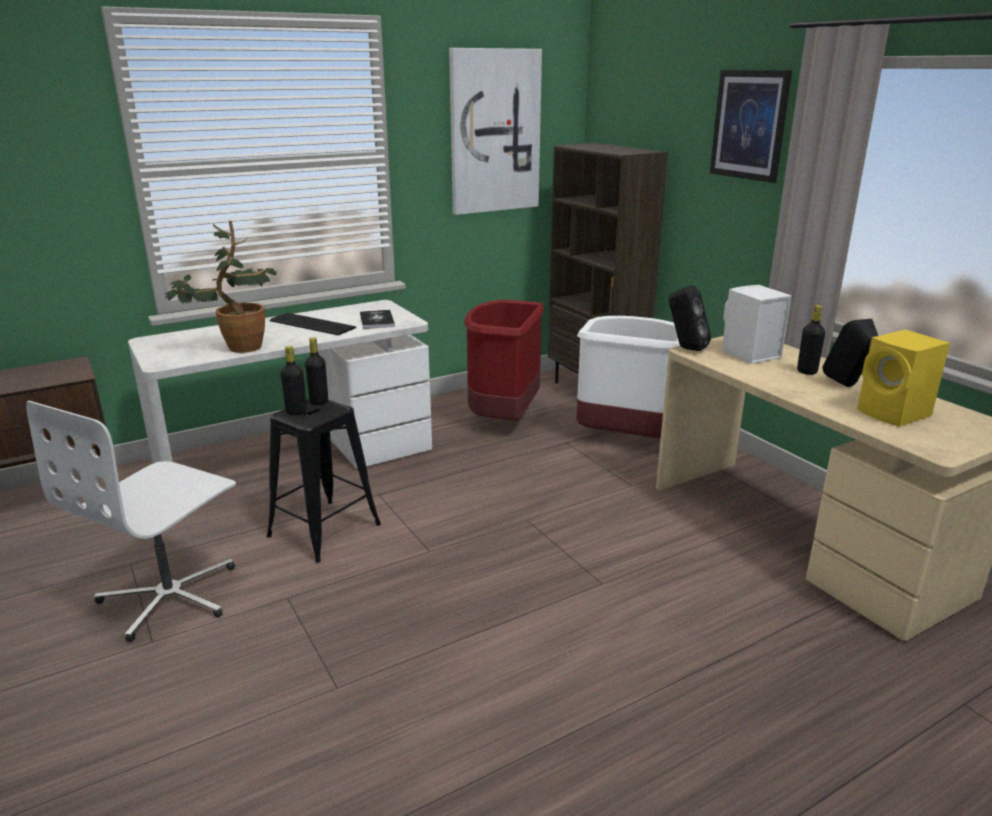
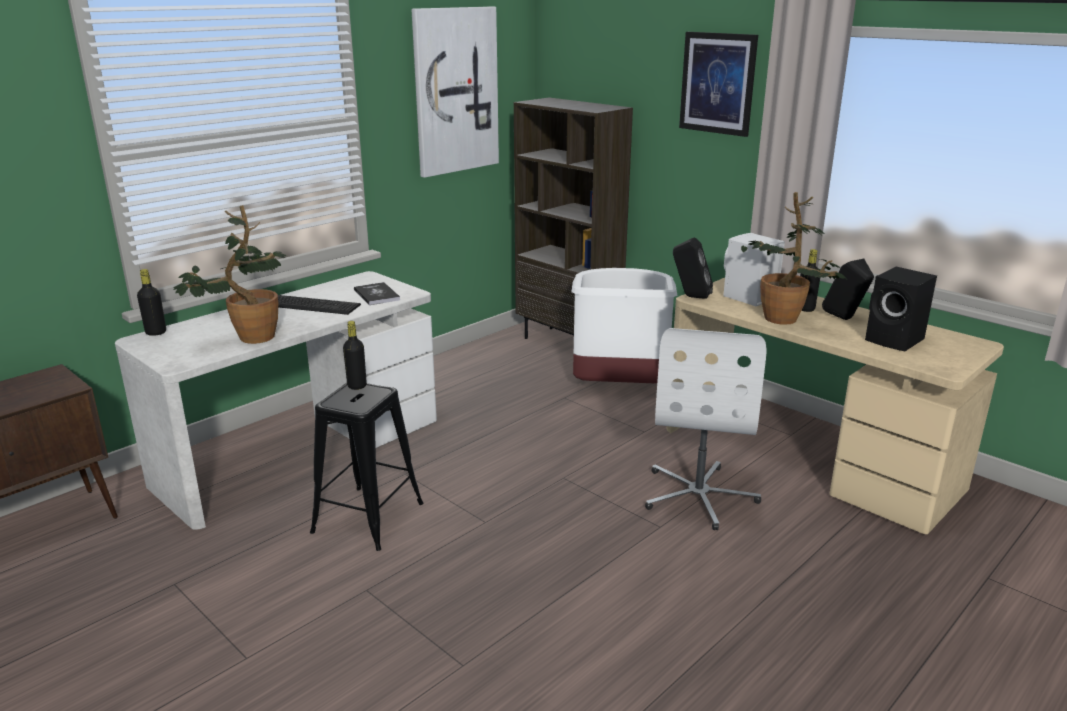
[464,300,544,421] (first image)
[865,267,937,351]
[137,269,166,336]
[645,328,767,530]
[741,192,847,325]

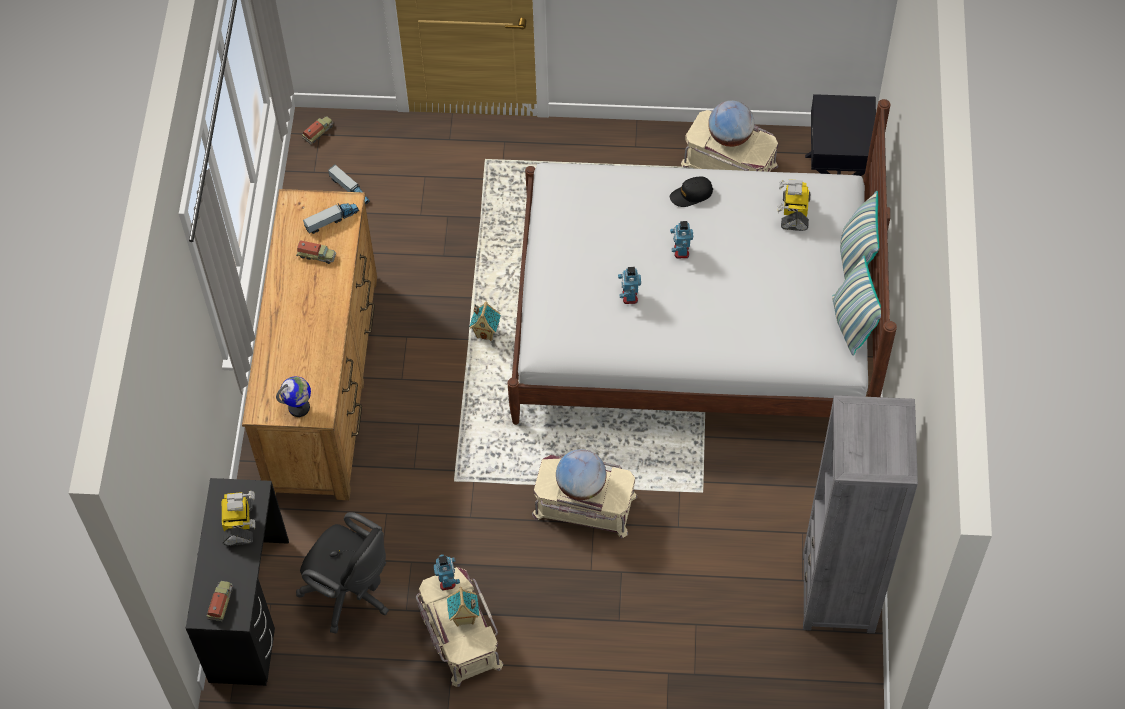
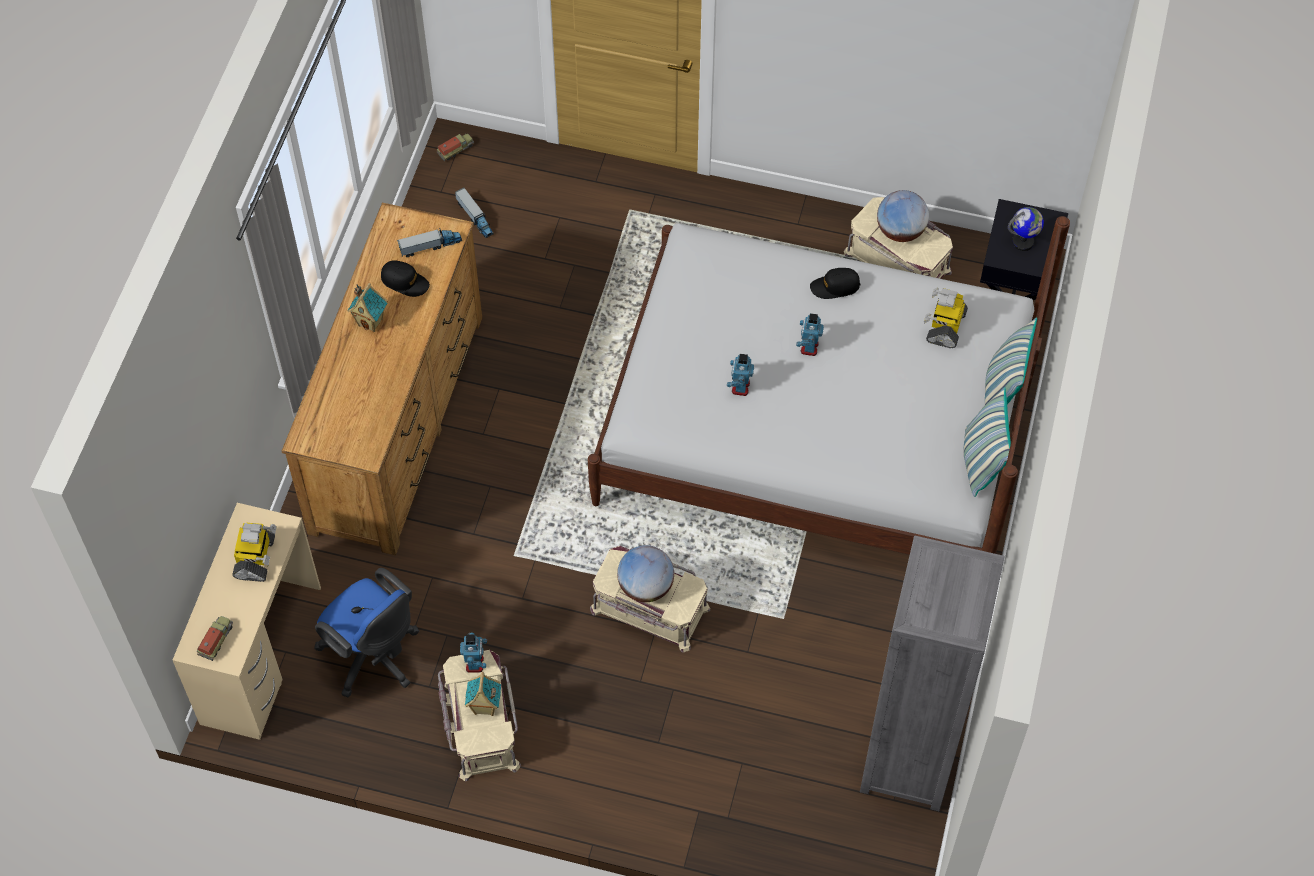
[381,260,430,297]
[347,283,388,332]
[1008,207,1044,251]
[173,503,321,740]
[314,568,419,698]

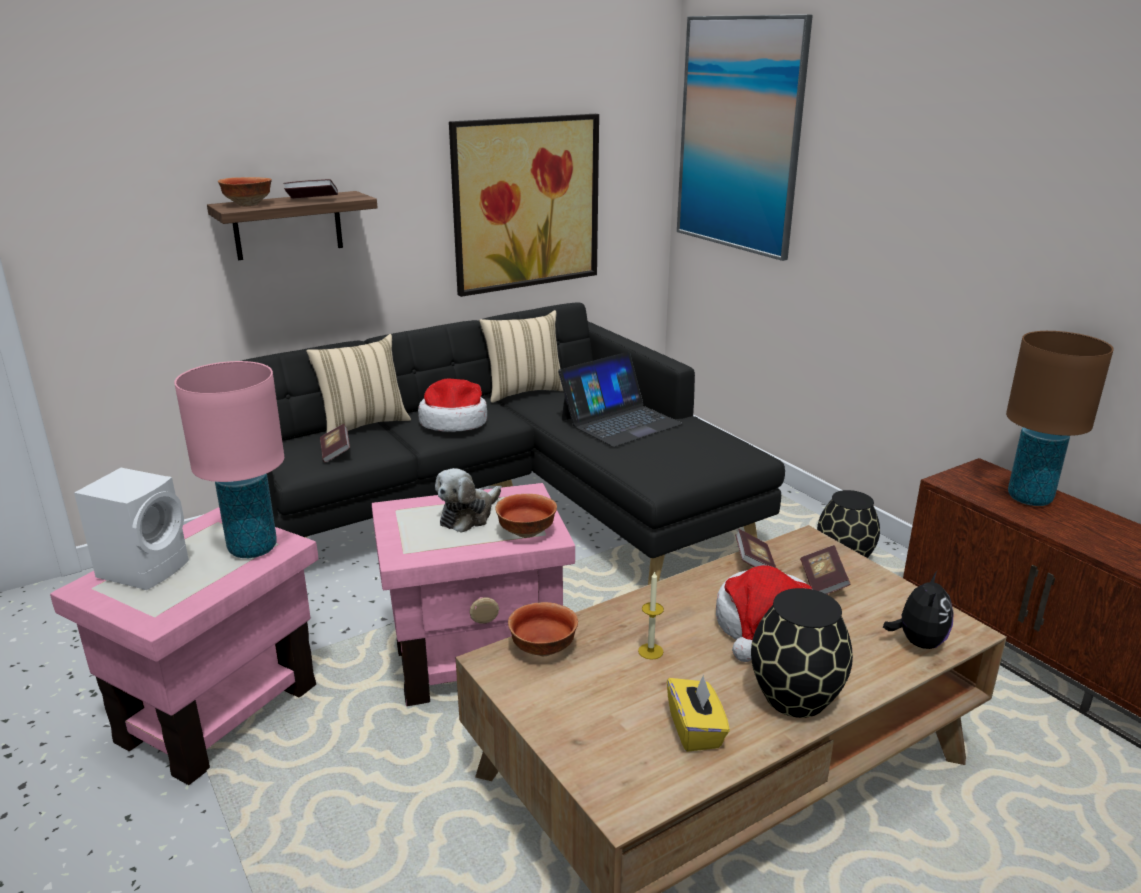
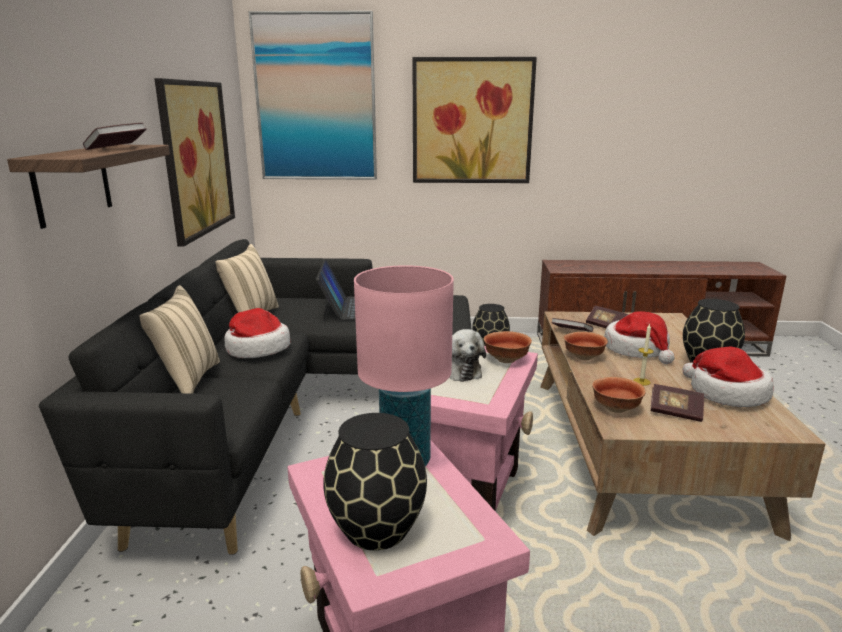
[564,332,608,360]
[1006,331,1114,506] (first image)
[650,384,704,422]
[323,413,427,550]
[883,571,954,649] (first image)
[683,346,773,407]
[413,57,537,183]

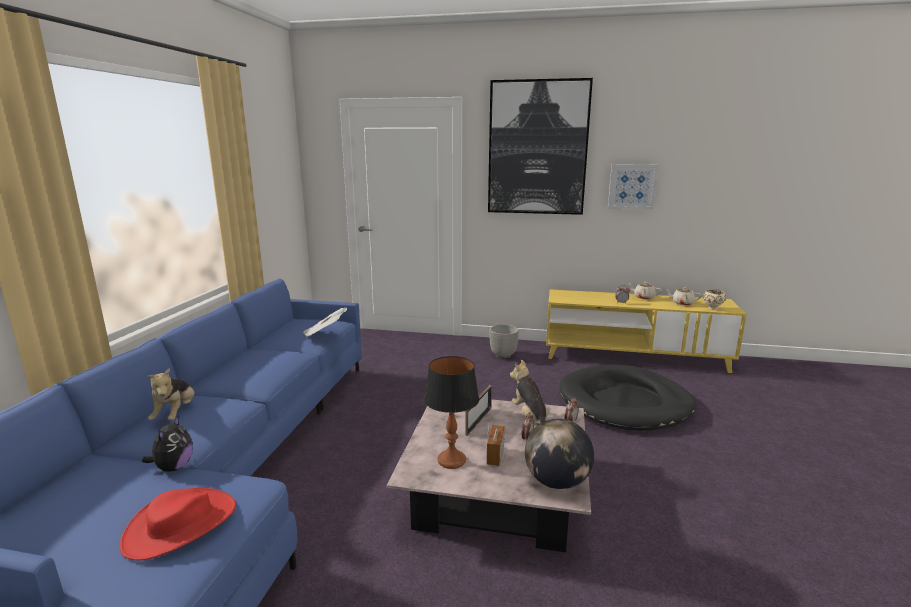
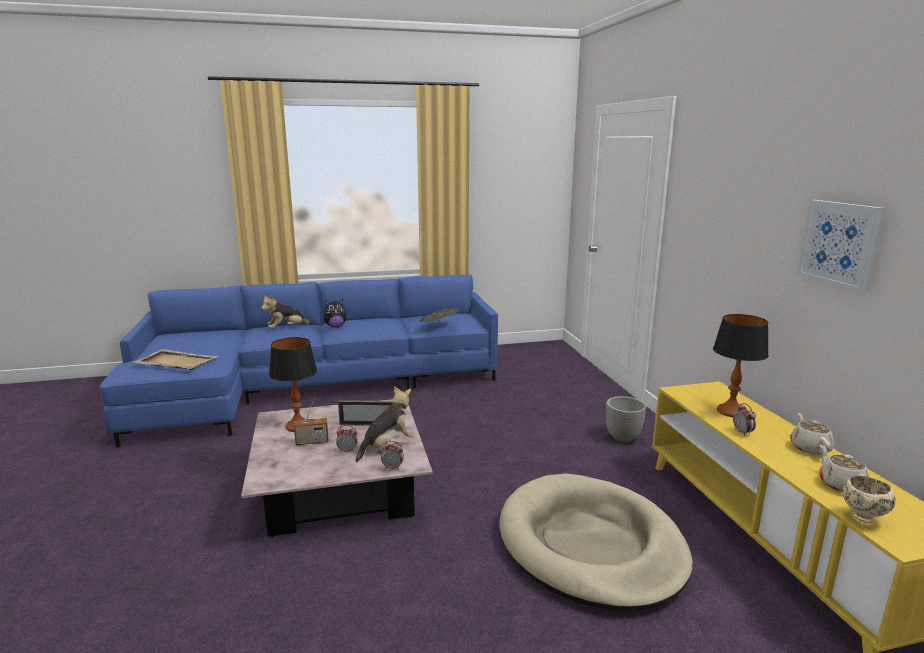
[488,78,593,215] (first image)
[499,473,693,611]
[324,299,347,327]
[525,419,594,490] (first image)
[132,349,218,370]
[713,314,769,417]

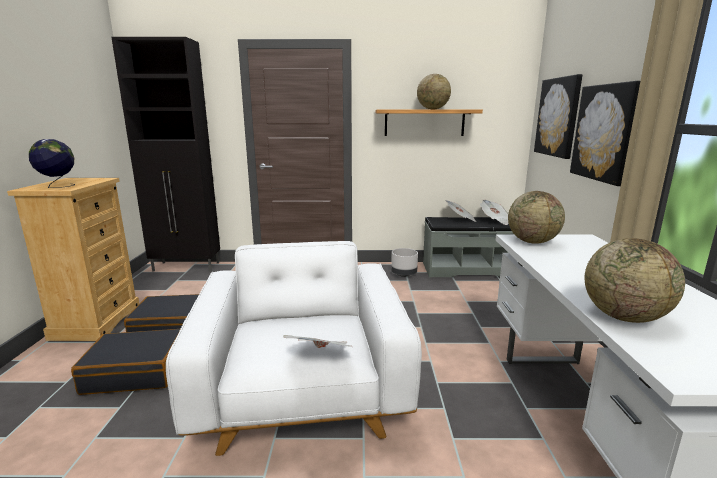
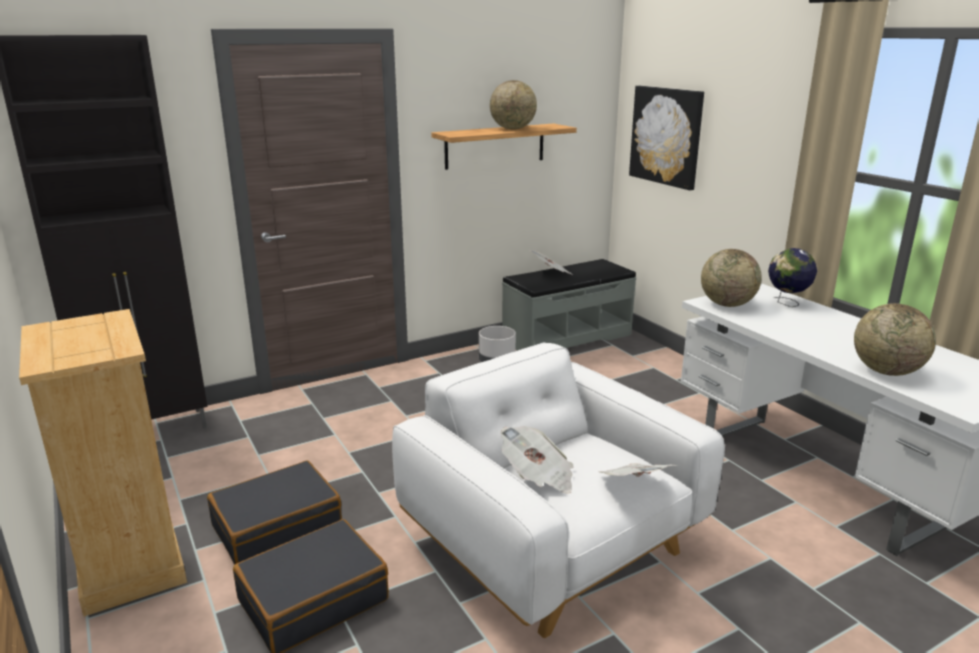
[570,81,640,186] (first image)
[768,248,817,307]
[501,426,574,494]

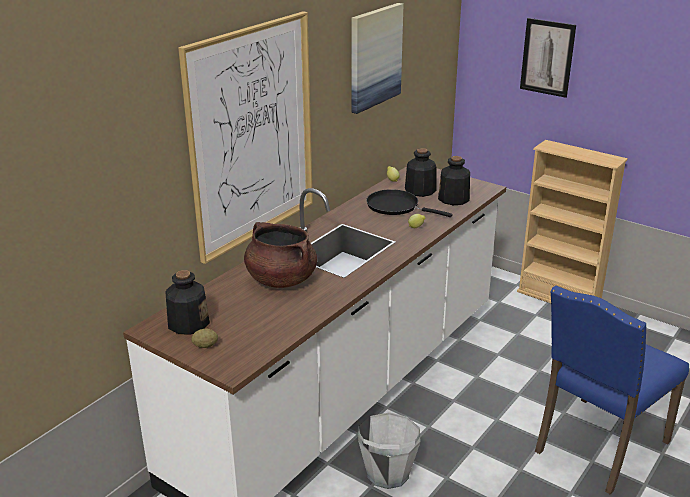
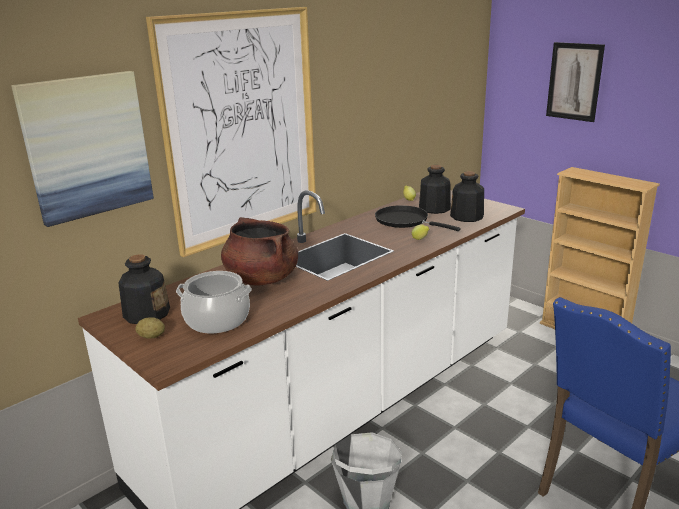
[11,71,154,227]
[176,271,252,334]

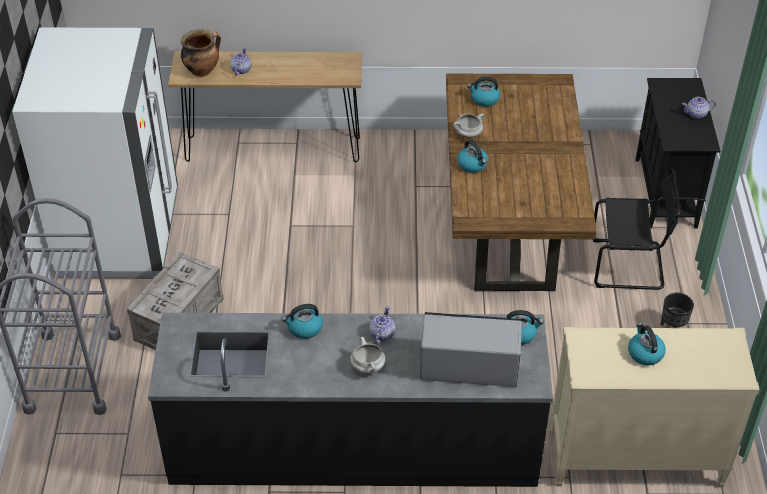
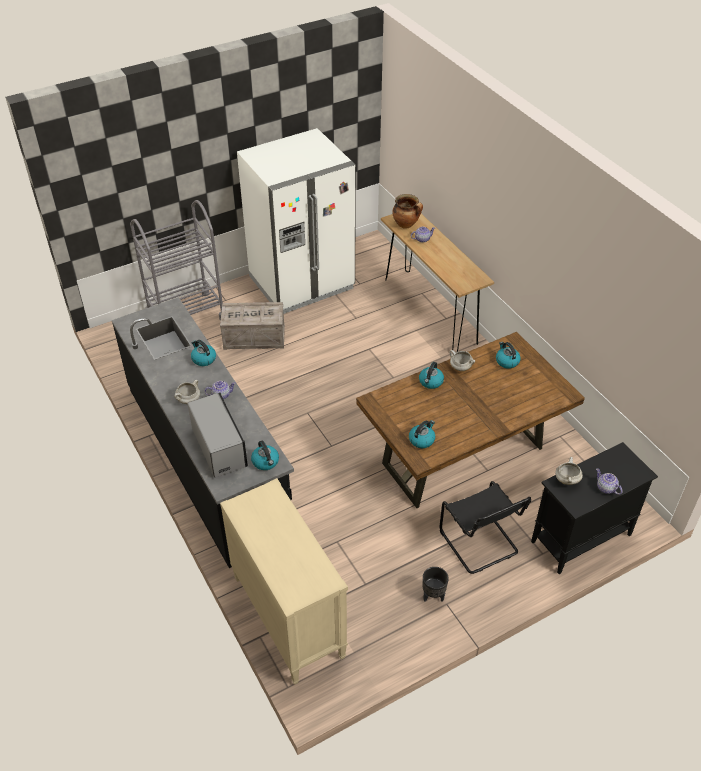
[409,420,435,448]
[555,457,583,485]

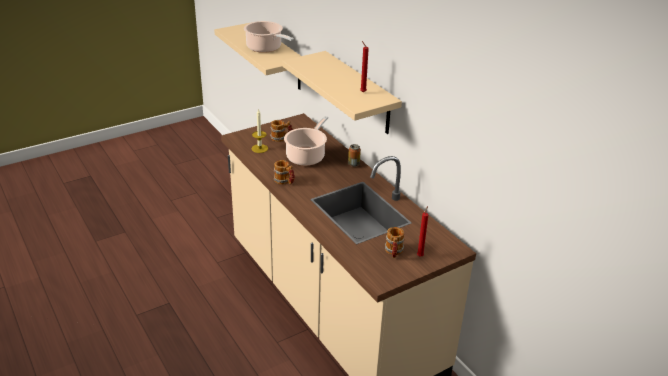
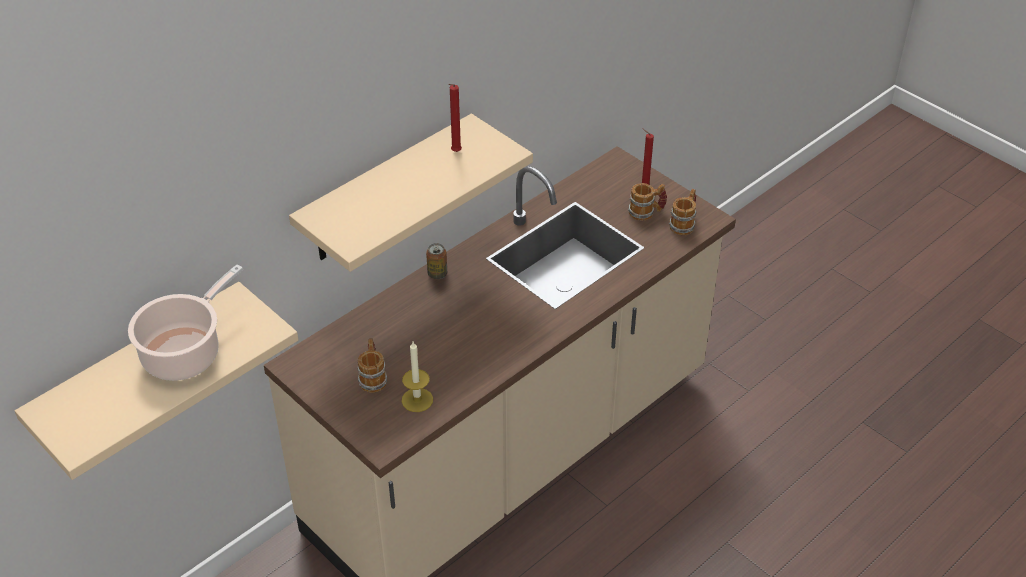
[284,116,328,166] (first image)
[669,189,697,235]

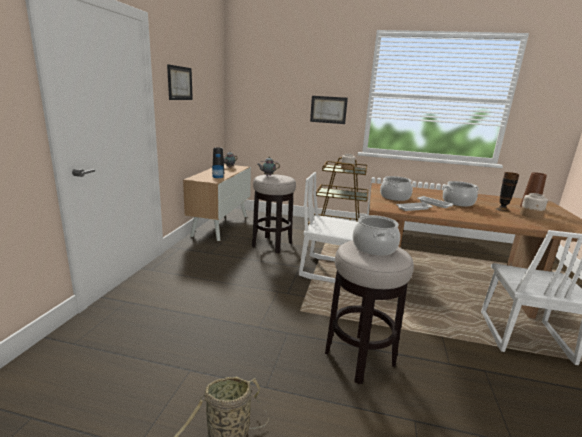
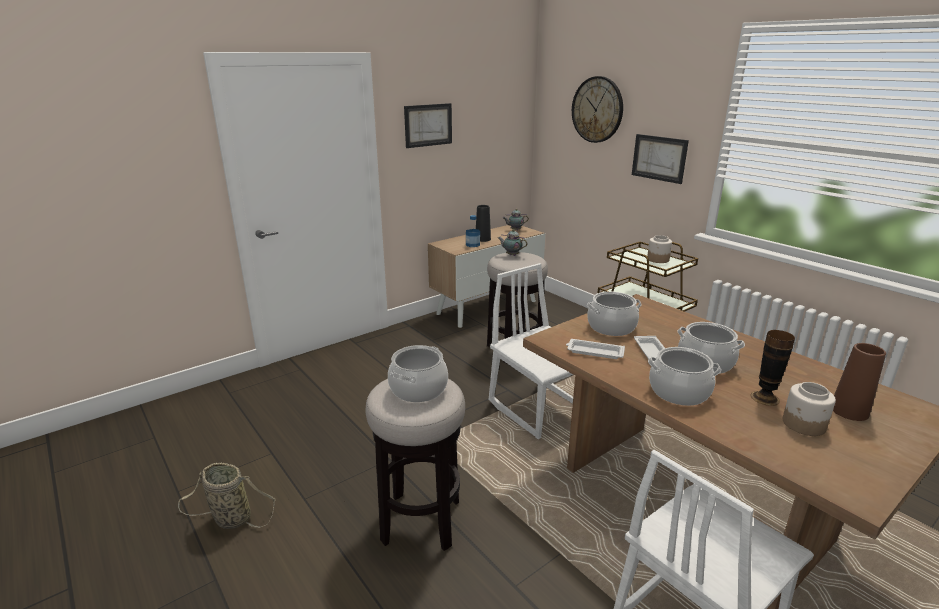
[572,76,623,143]
[648,347,721,406]

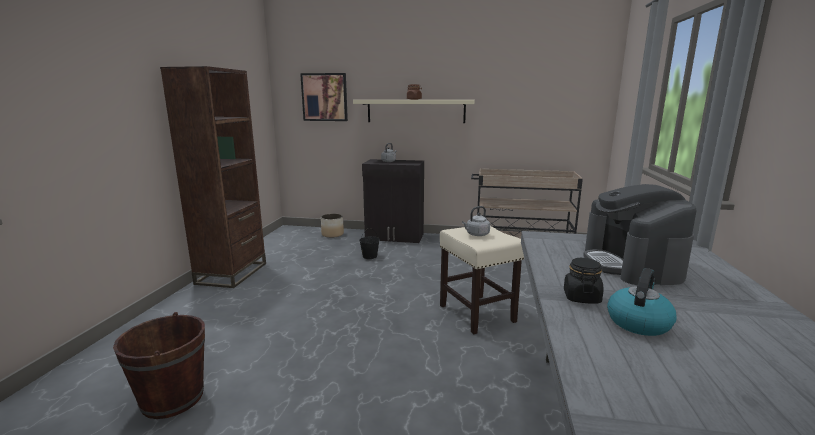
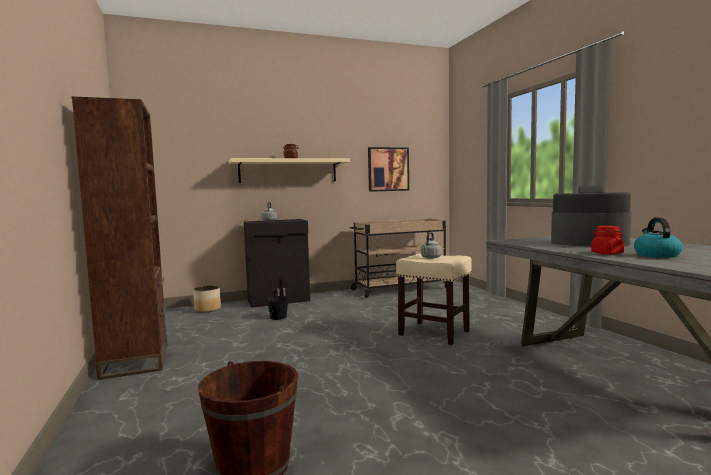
[368,147,409,192]
[551,185,631,246]
[591,226,624,255]

